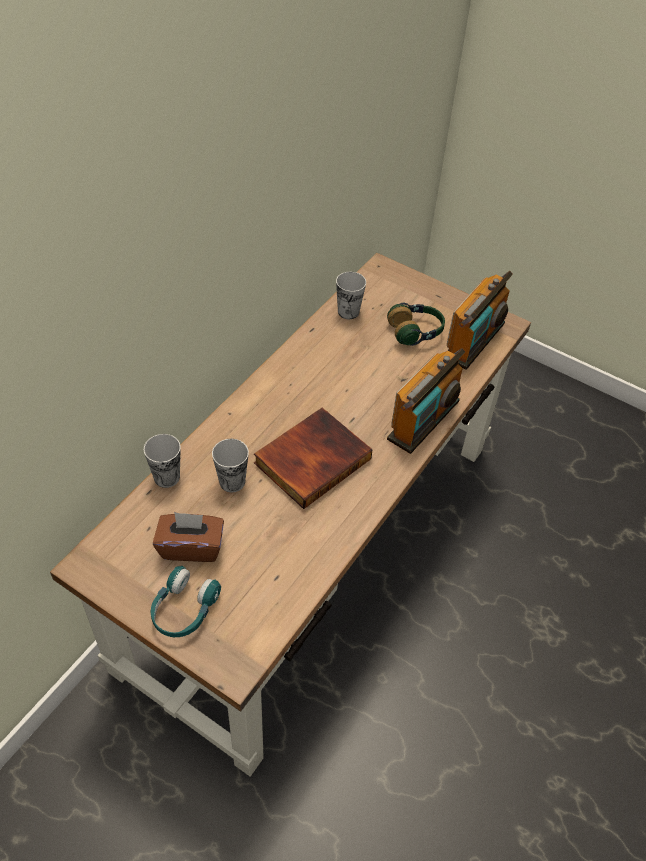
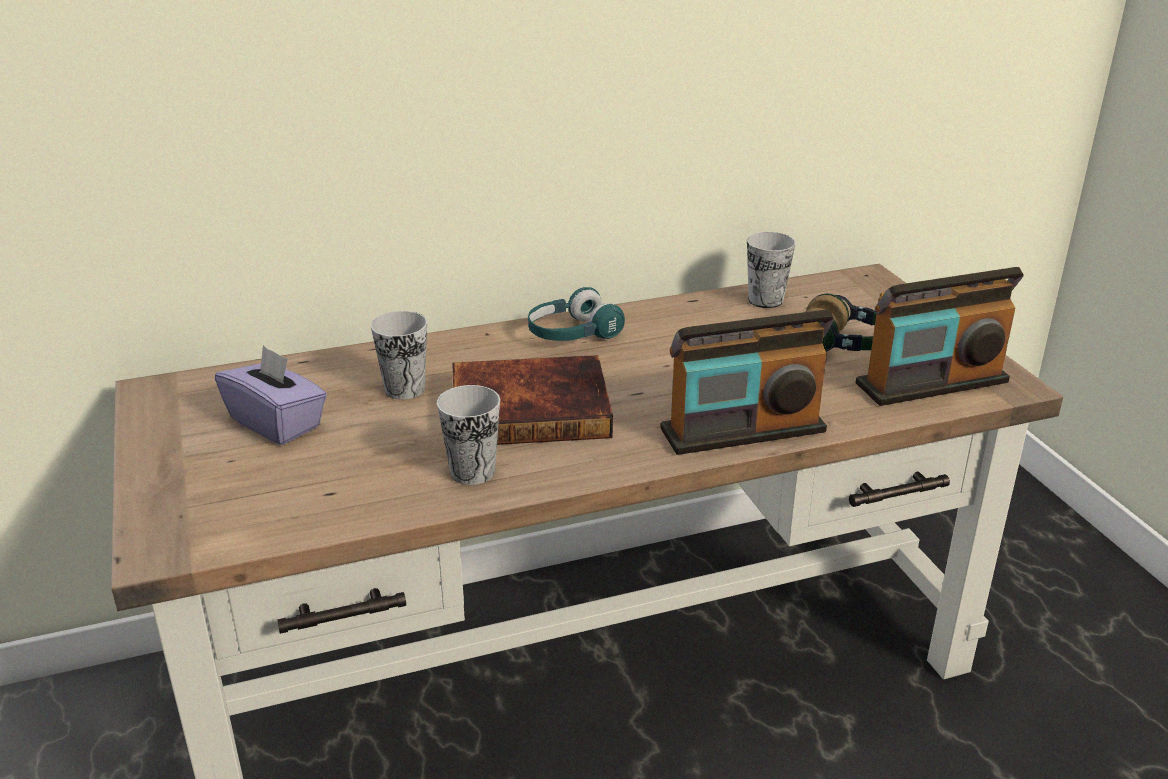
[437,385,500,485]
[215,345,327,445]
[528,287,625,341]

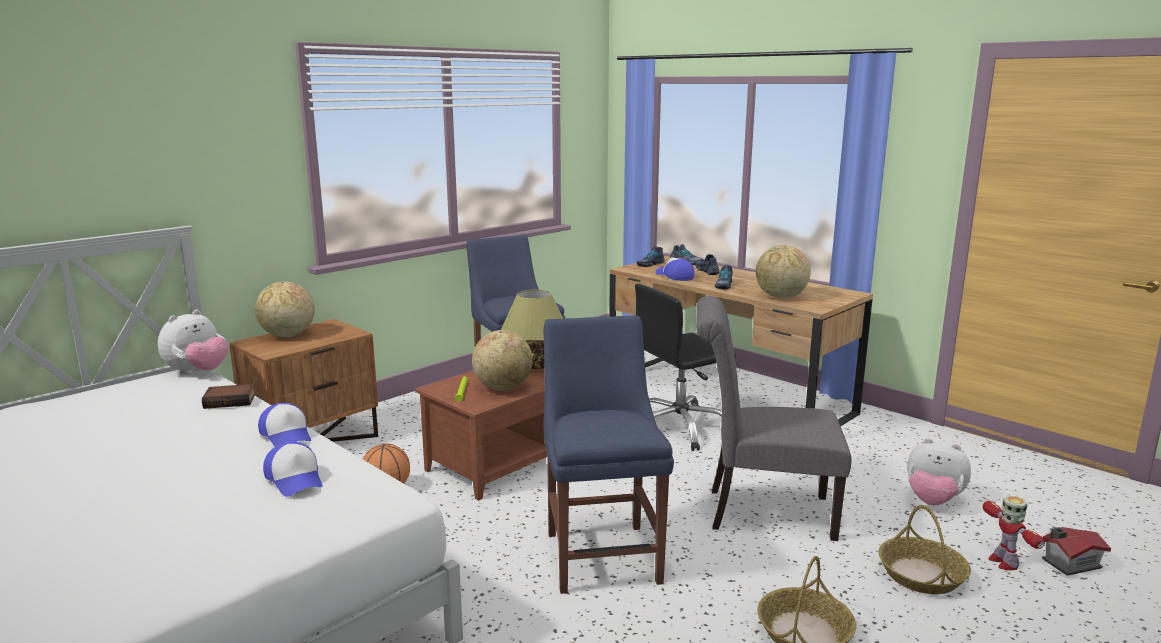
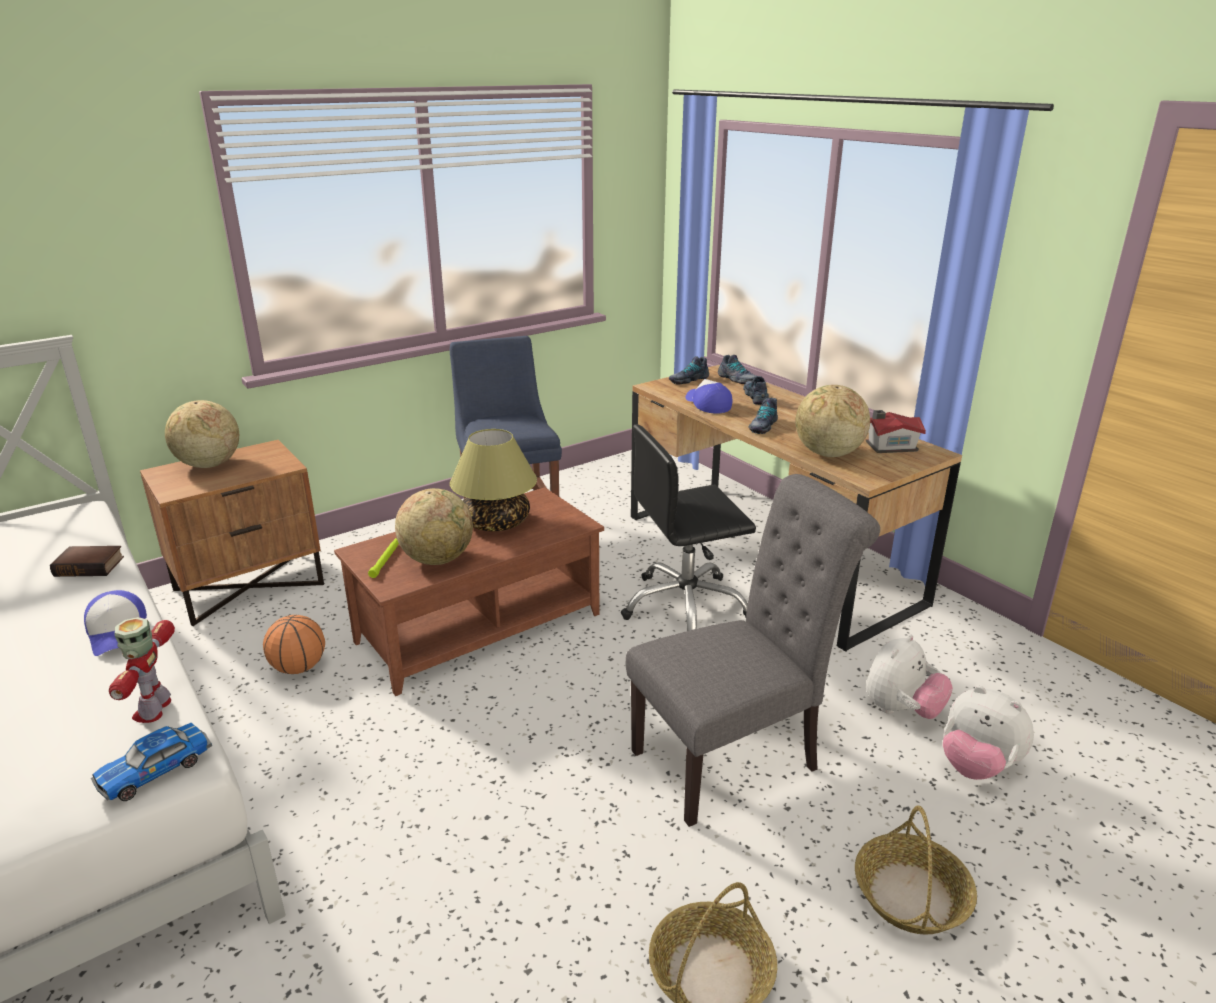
[626,474,880,827]
[866,634,953,719]
[544,315,674,594] (first image)
[263,441,323,497] (first image)
[109,617,175,723]
[866,410,926,453]
[91,723,212,801]

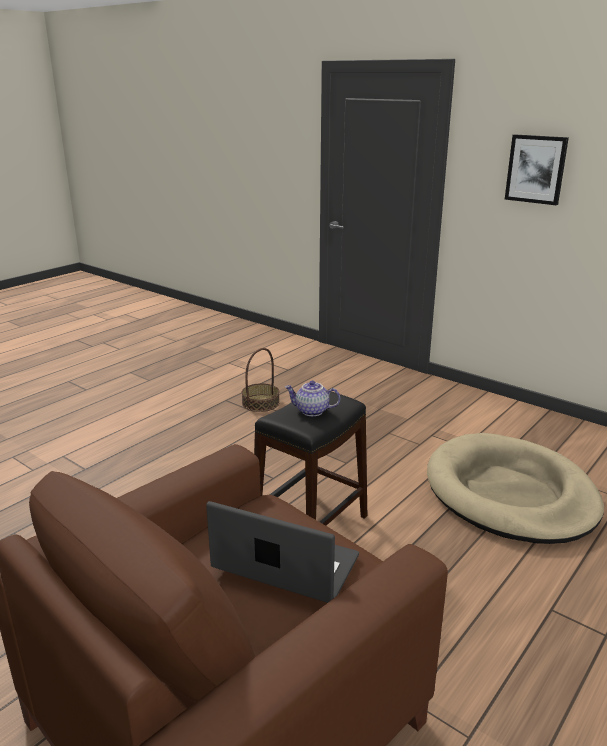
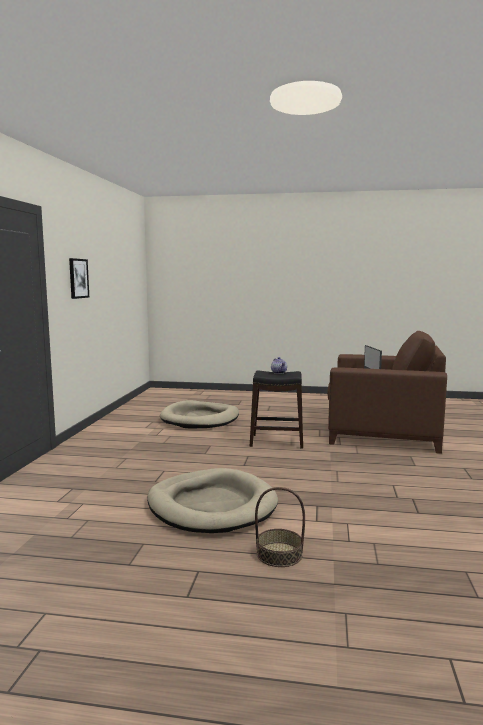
[255,487,305,567]
[147,468,278,533]

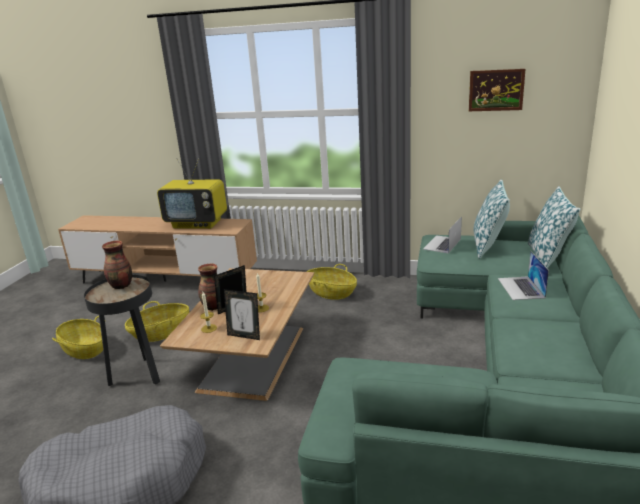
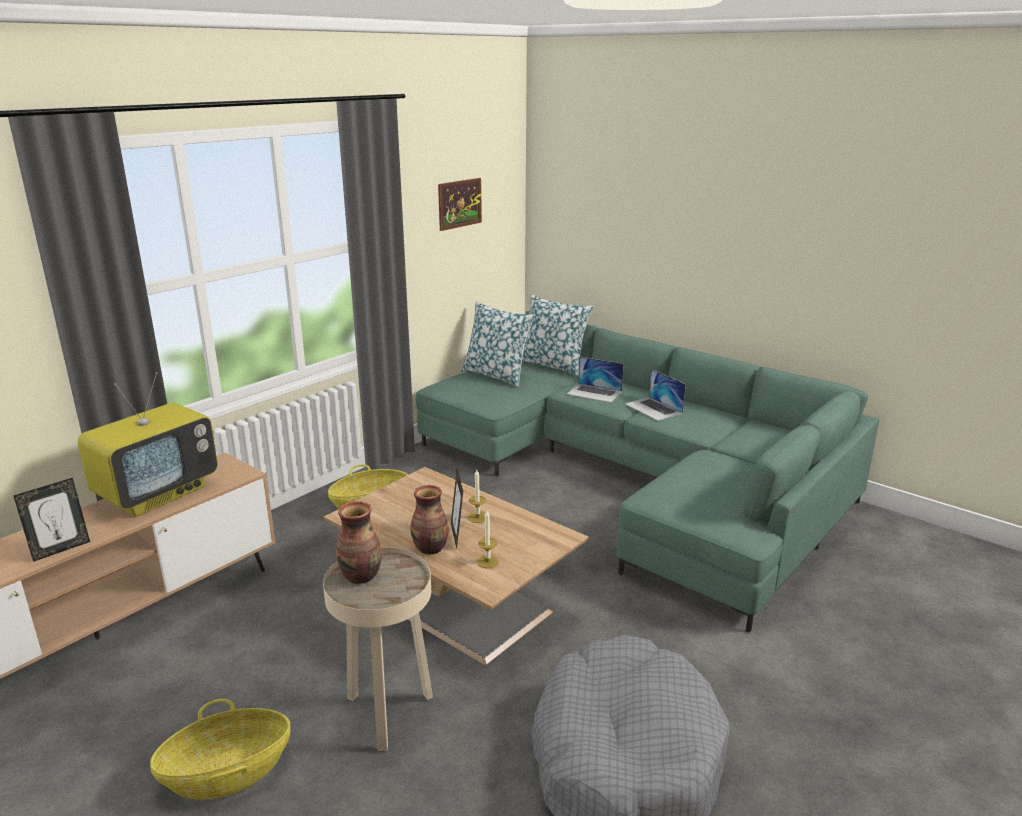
[625,369,686,421]
[323,547,433,751]
[13,478,90,562]
[125,301,189,342] (first image)

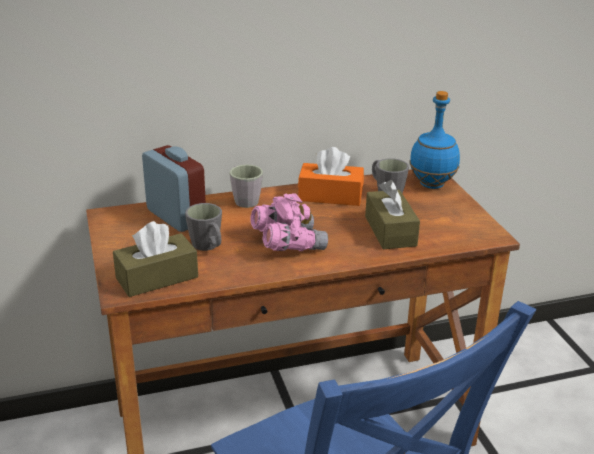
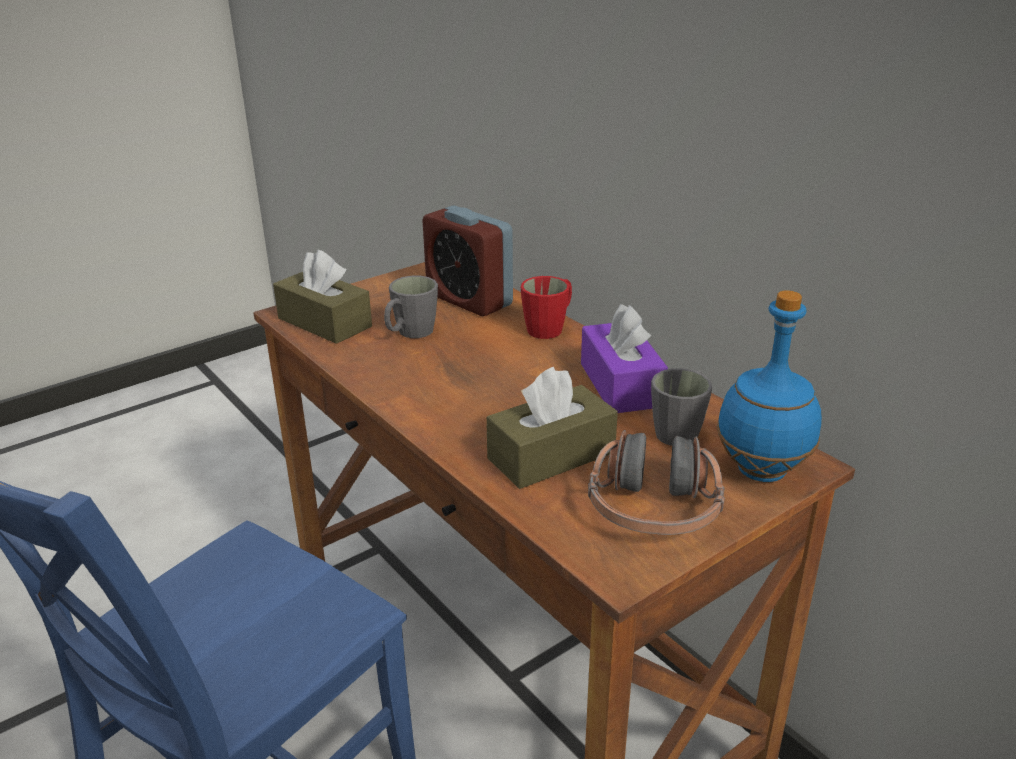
[422,205,513,316]
[581,304,668,413]
[521,276,572,339]
[251,194,328,251] (first image)
[588,430,725,535]

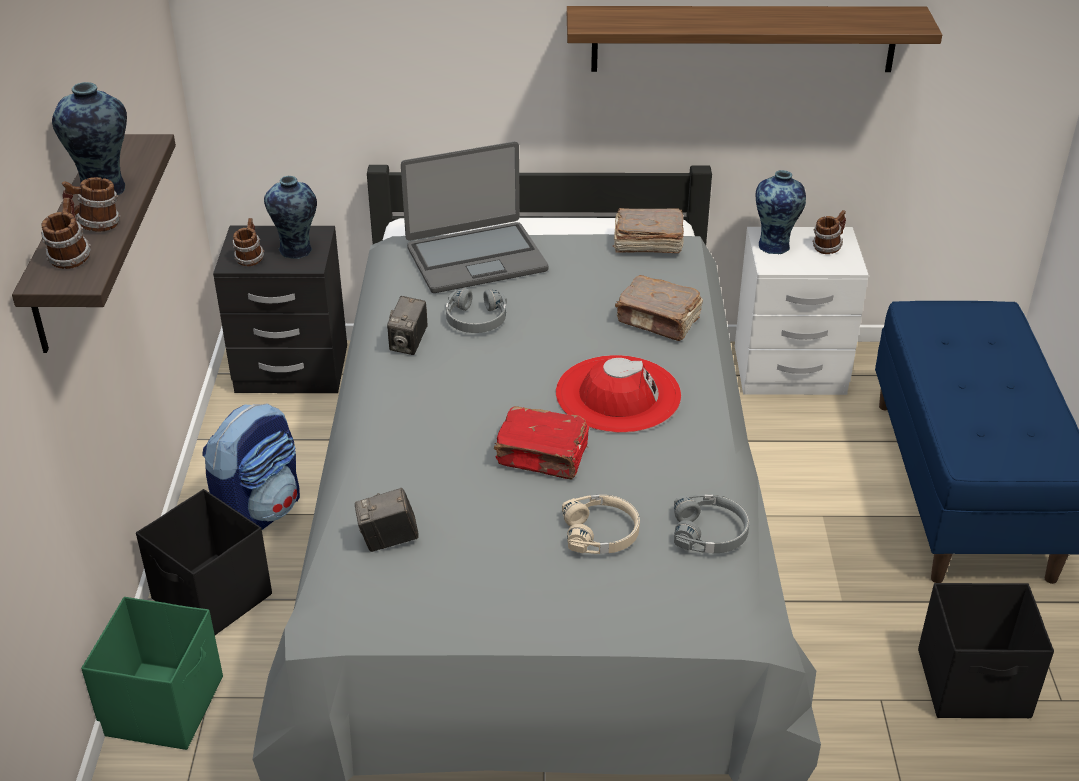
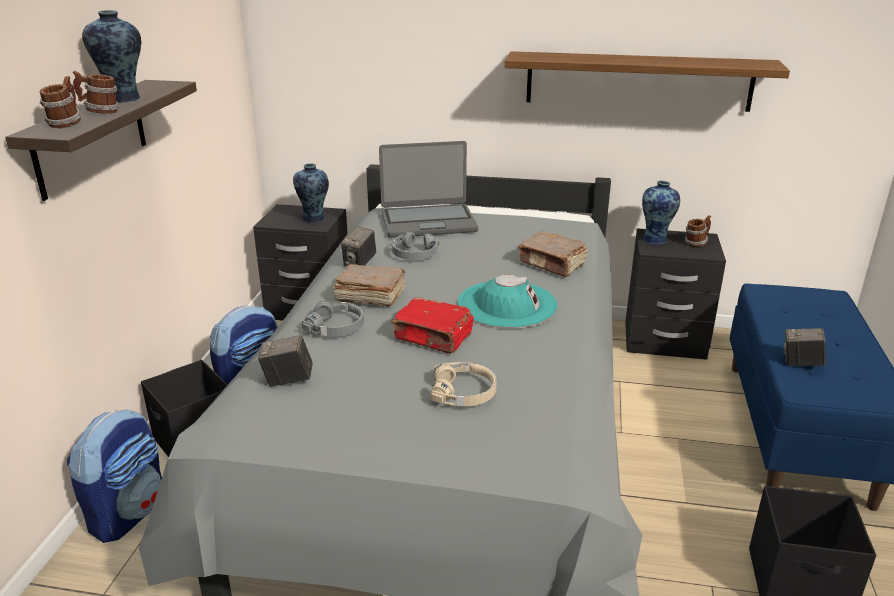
[333,264,405,306]
[232,218,264,266] (first image)
[625,228,726,360]
[457,275,558,328]
[302,301,364,336]
[67,409,162,543]
[784,328,826,366]

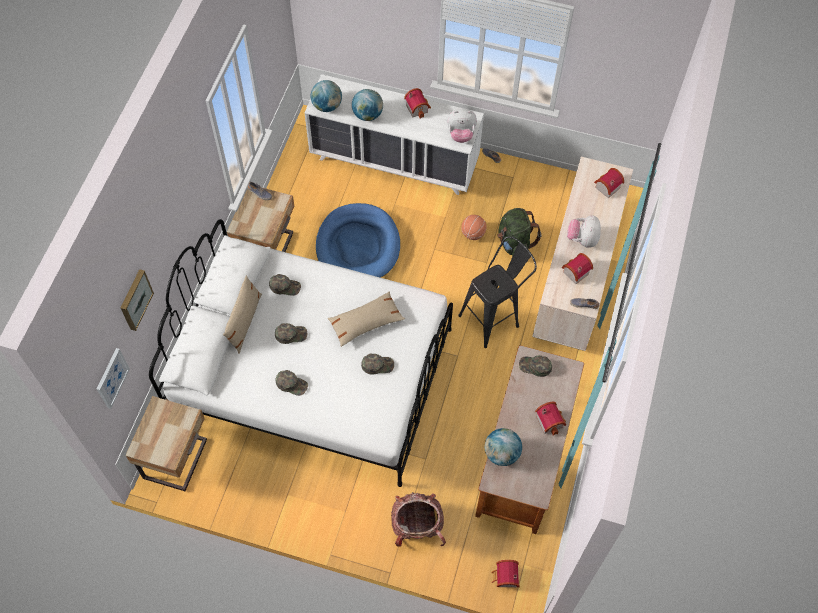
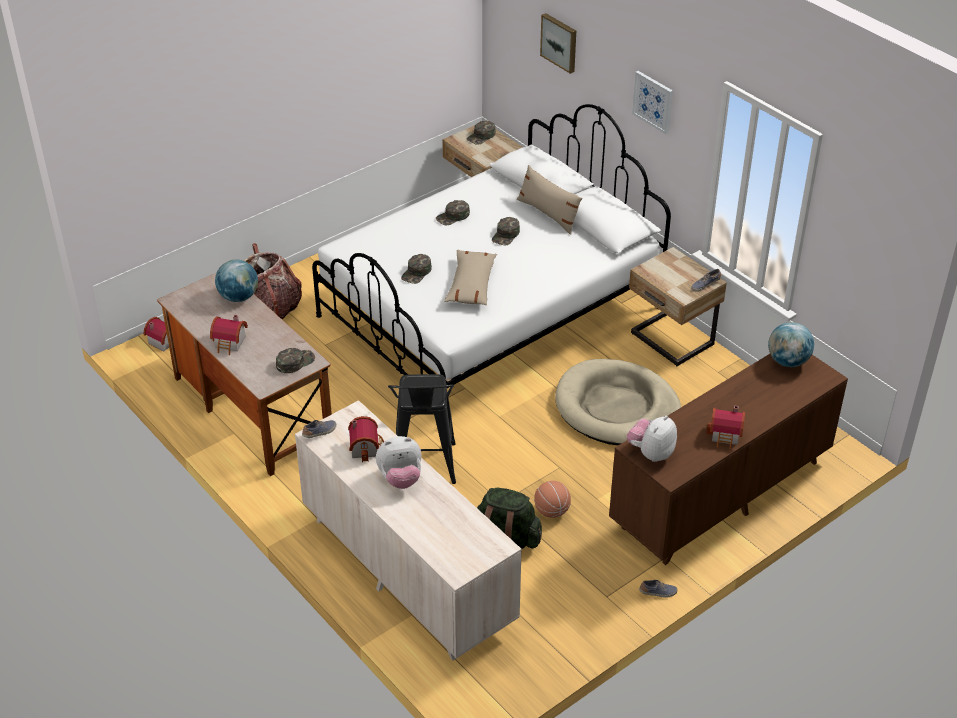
[609,354,848,565]
[352,89,383,121] (first image)
[594,168,624,198] (first image)
[555,359,681,445]
[376,436,421,489]
[466,121,496,145]
[632,71,673,134]

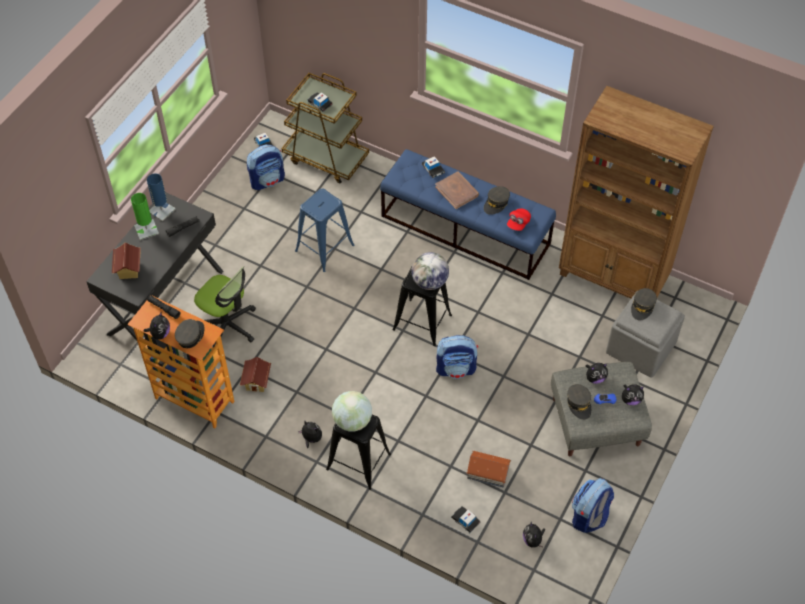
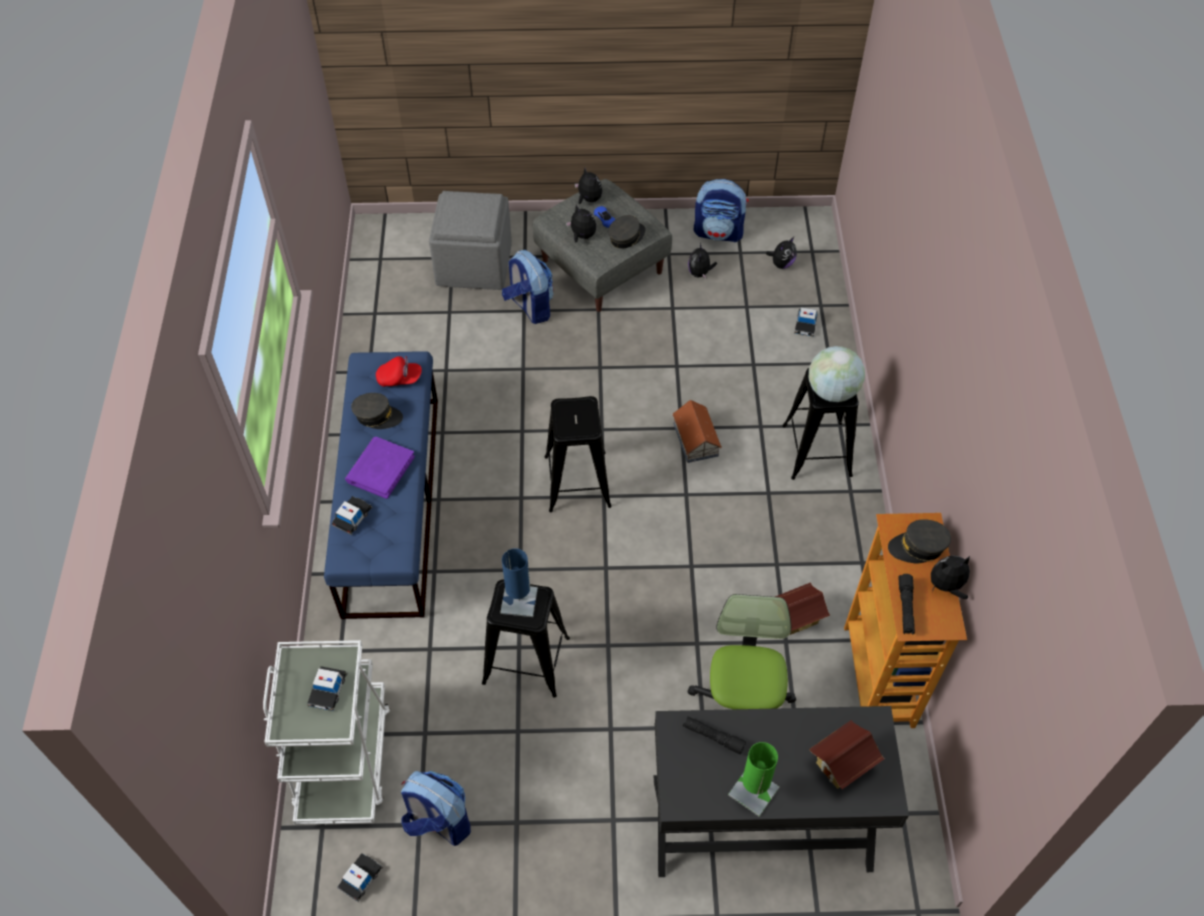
[263,640,390,825]
[559,86,714,299] (first image)
[345,437,415,499]
[500,548,538,617]
[482,579,570,697]
[411,252,449,290] (first image)
[631,288,657,321] (first image)
[502,250,554,324]
[688,243,717,279]
[672,400,722,463]

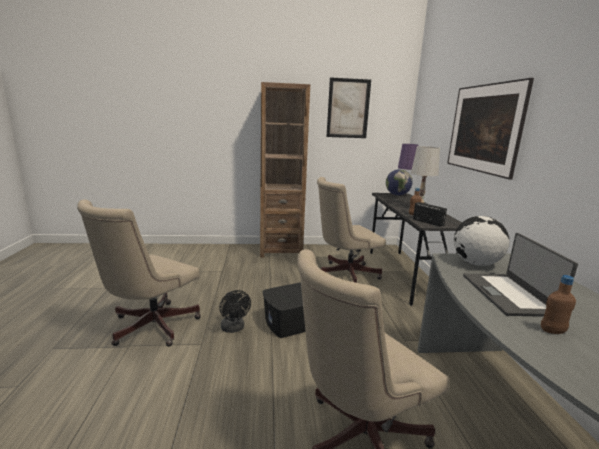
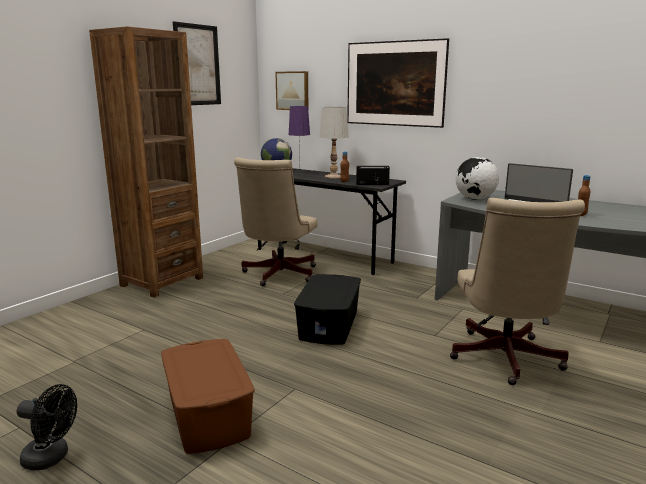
[161,339,255,454]
[17,384,77,470]
[275,71,308,110]

